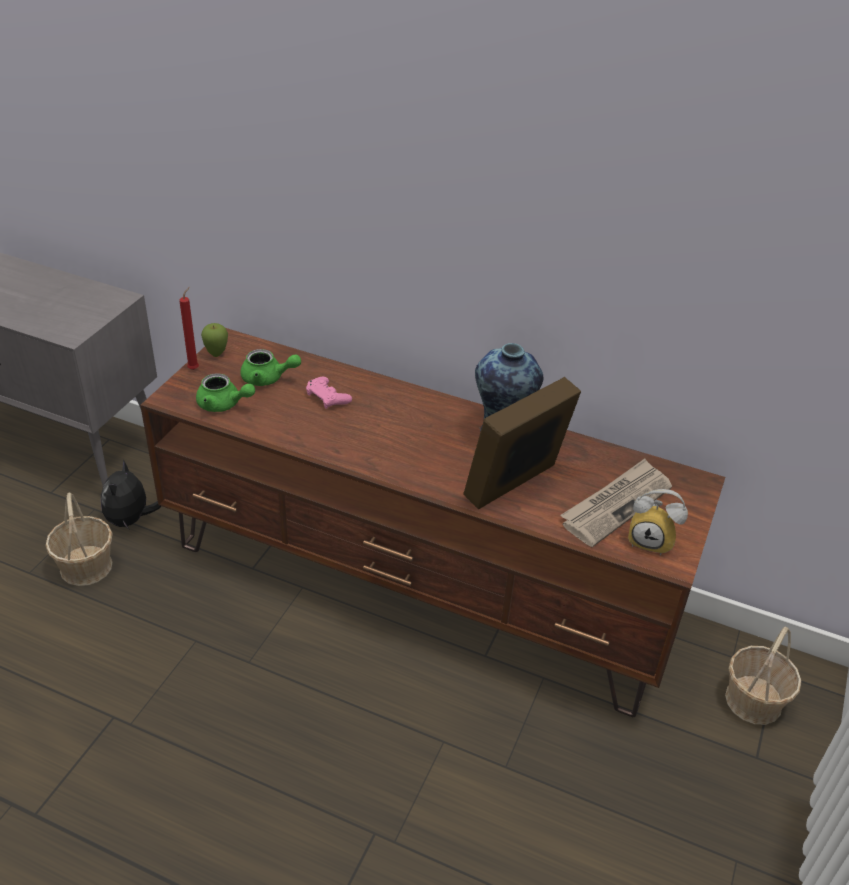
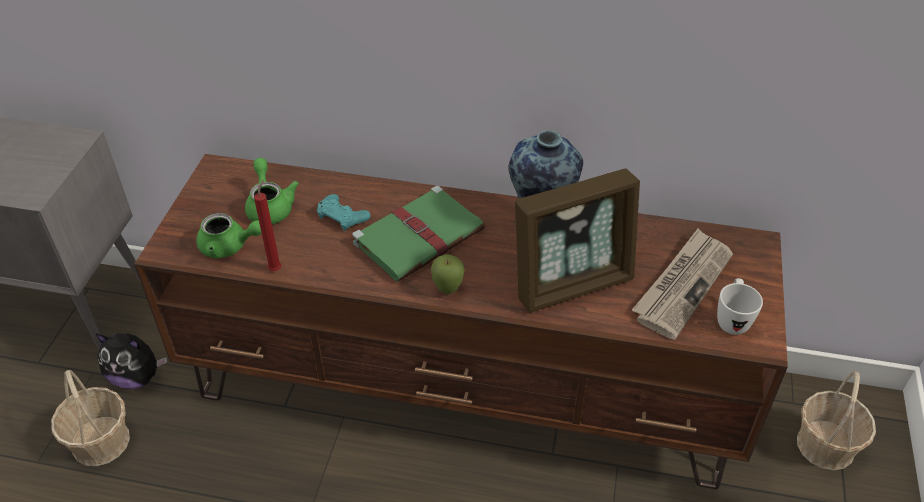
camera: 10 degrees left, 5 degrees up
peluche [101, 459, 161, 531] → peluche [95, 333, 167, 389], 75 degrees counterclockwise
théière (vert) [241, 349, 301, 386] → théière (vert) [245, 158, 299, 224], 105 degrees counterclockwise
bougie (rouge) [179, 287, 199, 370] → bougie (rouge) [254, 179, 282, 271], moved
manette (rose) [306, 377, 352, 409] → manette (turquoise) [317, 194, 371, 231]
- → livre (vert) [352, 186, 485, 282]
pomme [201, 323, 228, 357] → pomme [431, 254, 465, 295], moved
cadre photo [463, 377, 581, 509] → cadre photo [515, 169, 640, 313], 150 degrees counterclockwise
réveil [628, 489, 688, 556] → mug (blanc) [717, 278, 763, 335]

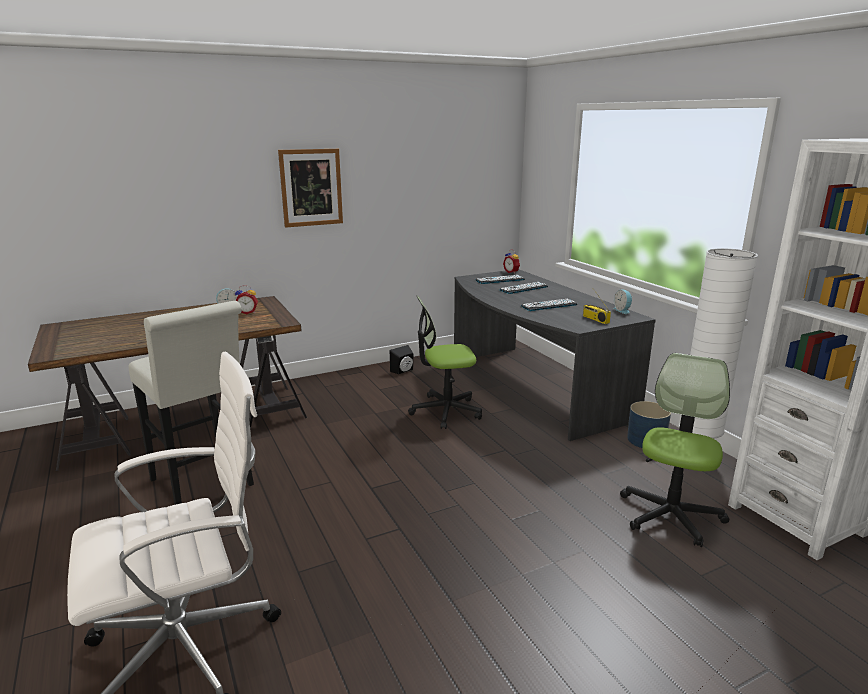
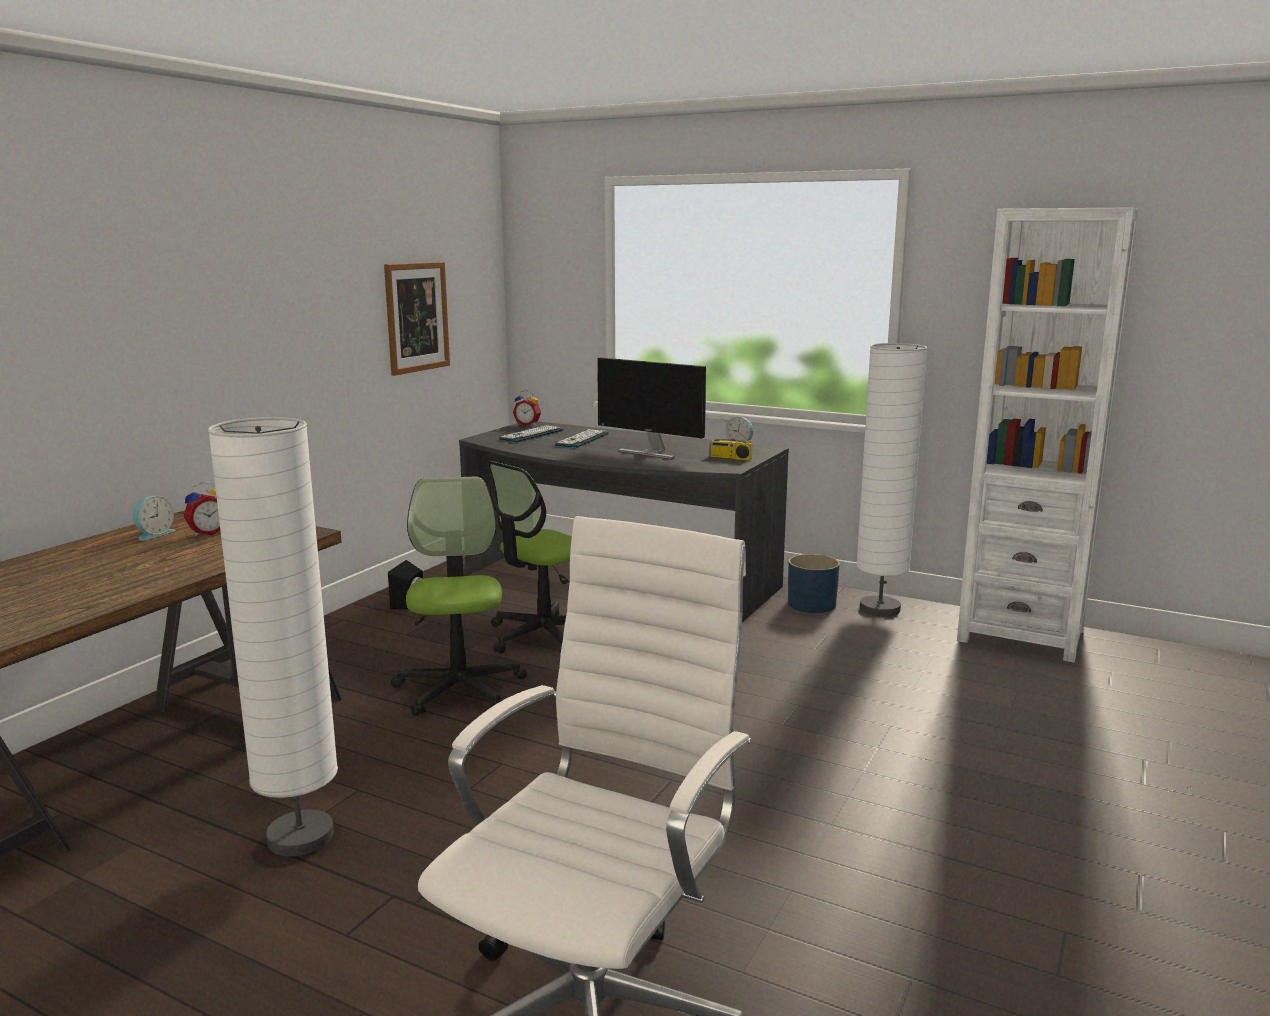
camera: 35 degrees left, 5 degrees down
tabouret (blanc) [128, 301, 254, 505] → lampadaire (blanc) [208, 417, 338, 857]
tableau [278, 149, 343, 228] → tableau [384, 262, 450, 376], moved
chaise de bureau [620, 353, 730, 547] → chaise de bureau [391, 476, 527, 716], moved
clavier [521, 299, 577, 311] → écran d'ordinateur [597, 358, 706, 459]

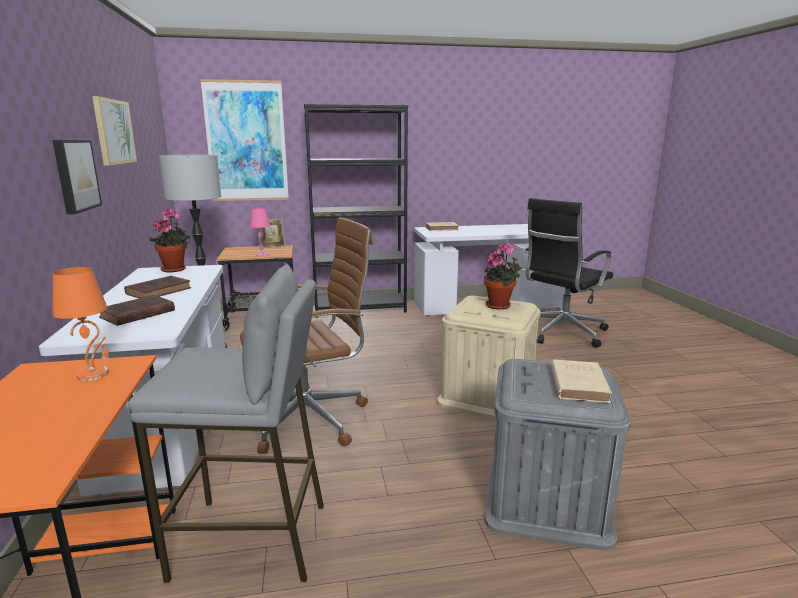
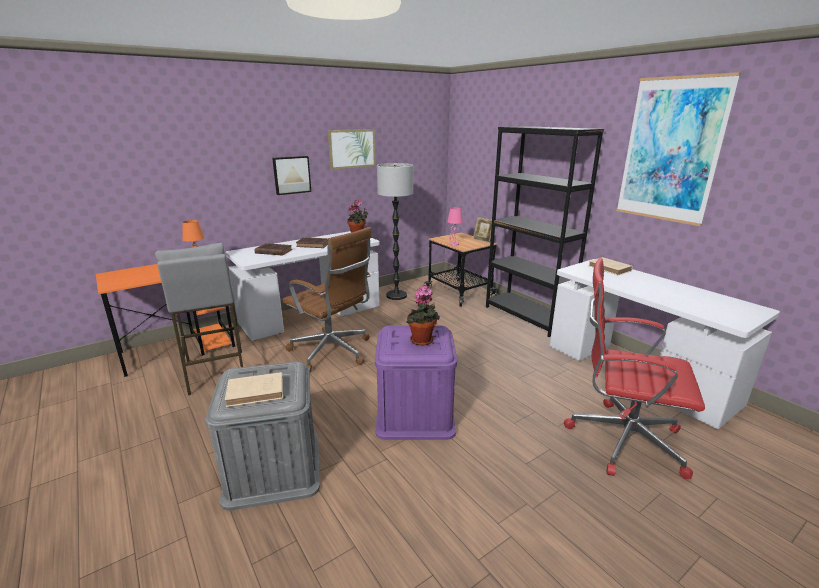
camera: 65 degrees right, 5 degrees up
boîte de rangement (beige) [437, 296, 541, 419] → boîte de rangement (violet) [375, 326, 457, 440]
chaise de bureau (noir) [524, 198, 613, 348] → chaise de bureau (rouge) [564, 258, 705, 479]
tableau [200, 79, 289, 201] → tableau [616, 72, 741, 226], moved

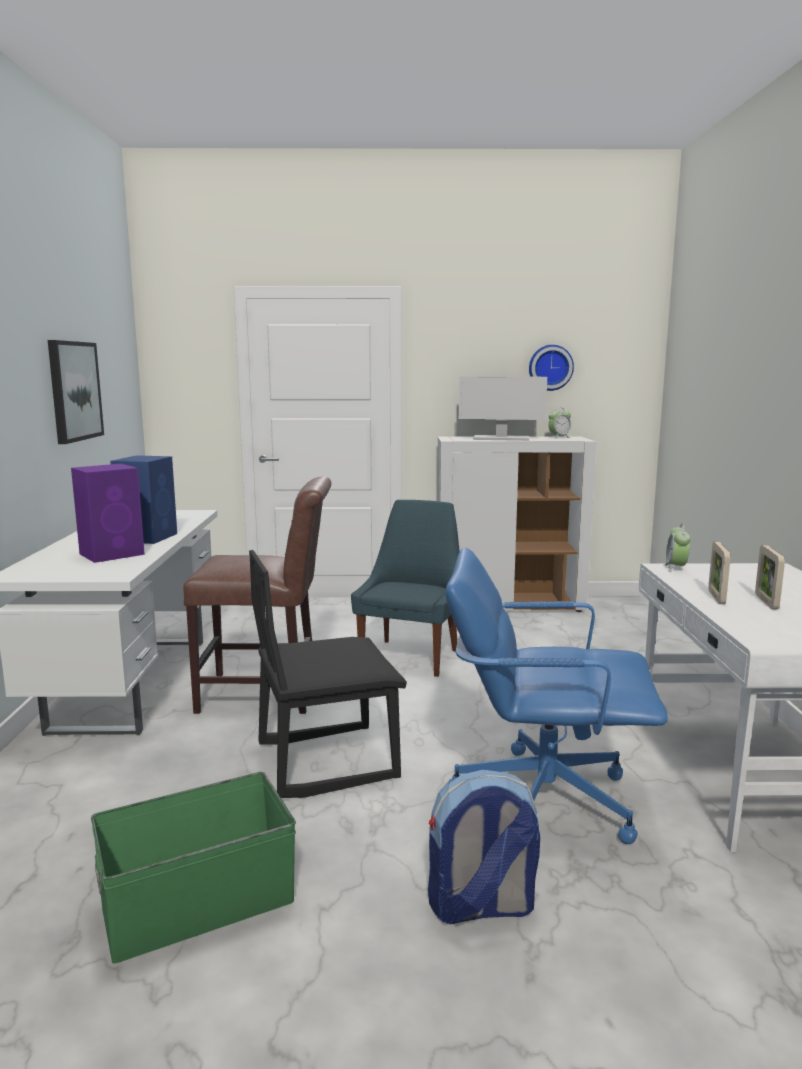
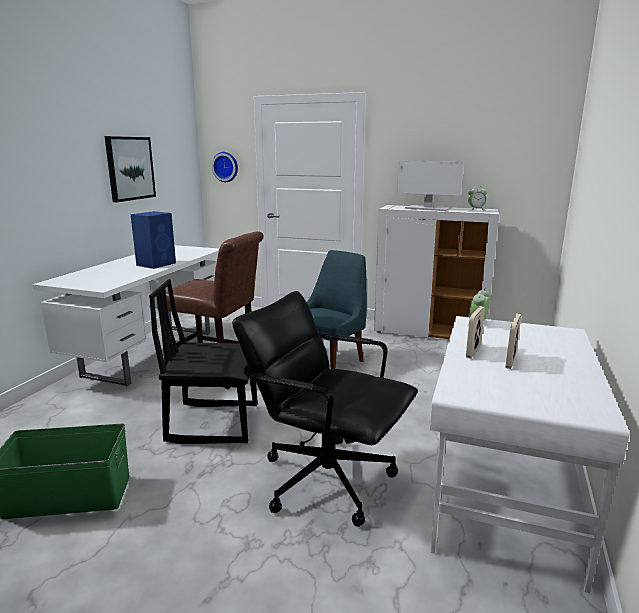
camera: 20 degrees right, 5 degrees up
horloge murale [529, 345, 574, 391] → horloge murale [212, 152, 238, 182], moved
chaise de bureau (bleu) [445, 547, 668, 844] → chaise de bureau (noir) [232, 291, 418, 527]
enceinte (violet) [71, 464, 145, 563] → -
sac à dos [428, 769, 540, 924] → -

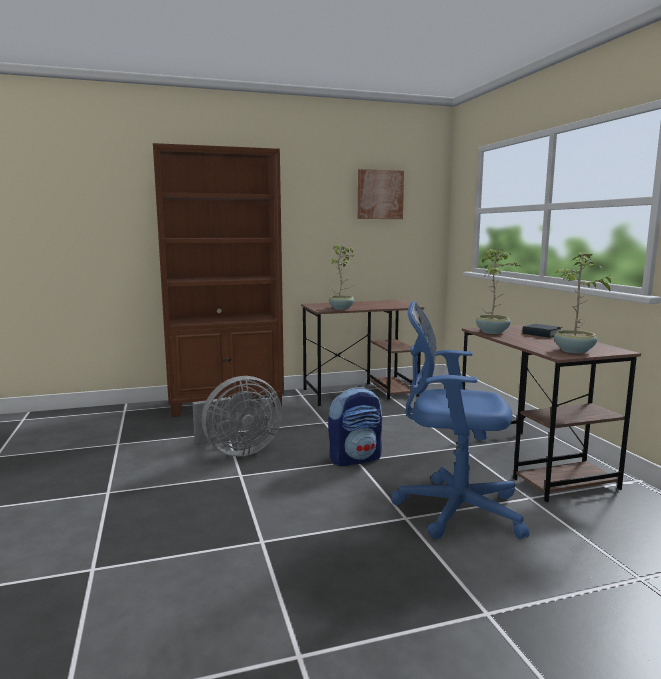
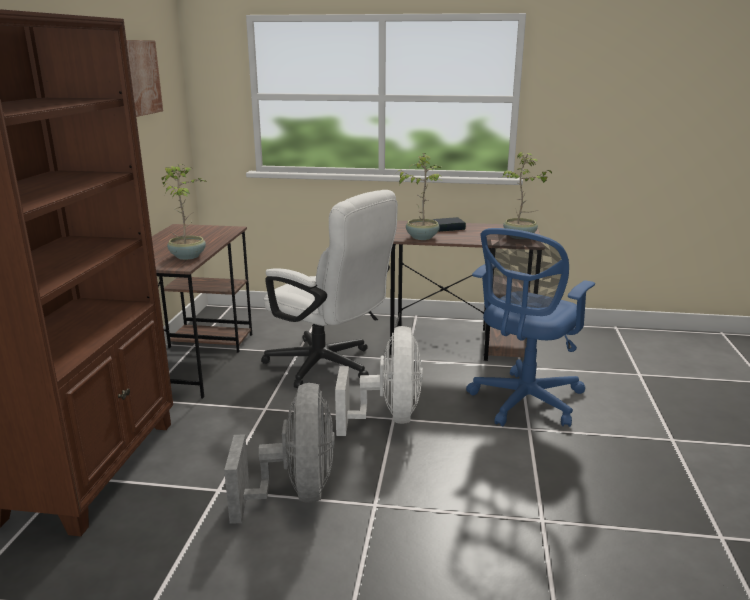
camera: 65 degrees left, 10 degrees up
- → chaise de bureau (blanc) [261, 190, 398, 388]
sac à dos [328, 387, 382, 466] → ventilateur (blanc) [335, 326, 423, 436]

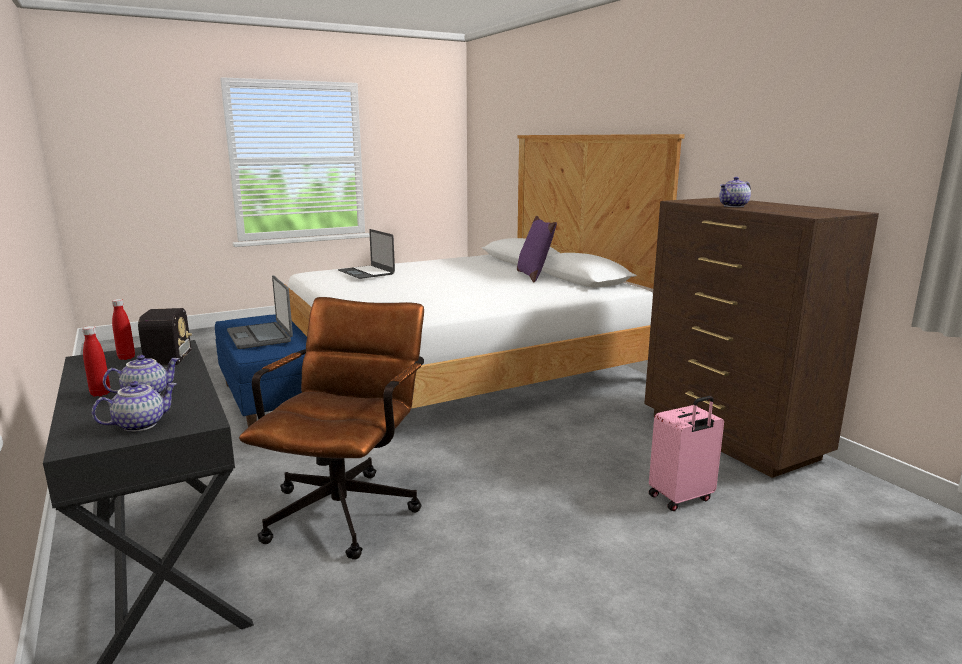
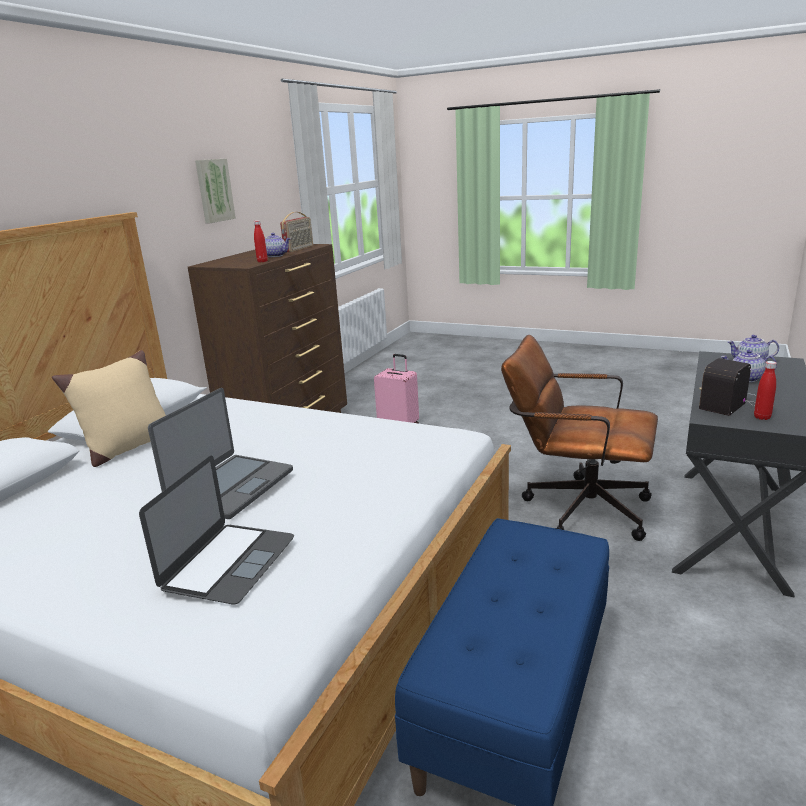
camera: 125 degrees left, 5 degrees up
coussin (violet) [517, 216, 557, 282] → coussin (beige) [52, 350, 166, 467]
ordinateur portable [227, 275, 293, 349] → ordinateur portable [148, 388, 293, 519], moved
- → tableau [195, 158, 236, 223]
bouteille (rouge) [82, 326, 110, 397] → bouteille (rouge) [254, 220, 268, 262], moved
- → radio [280, 212, 313, 252]
chaise de bureau (marron) [239, 297, 424, 560] → chaise de bureau (marron) [501, 335, 658, 541], 45 degrees clockwise

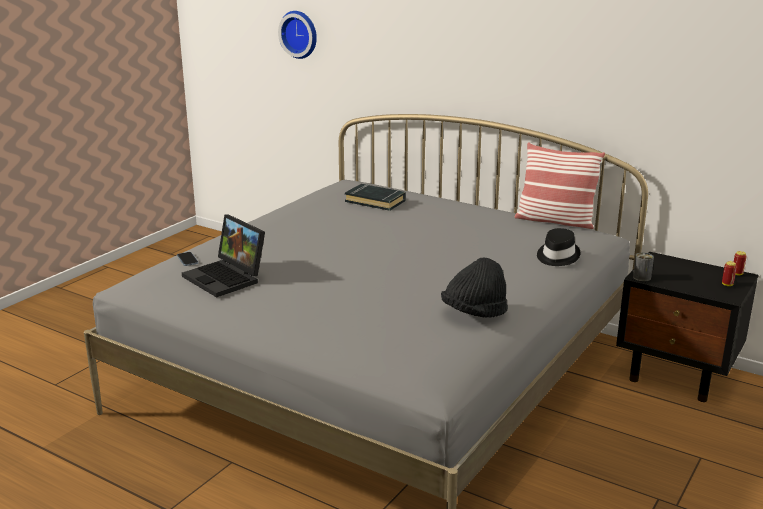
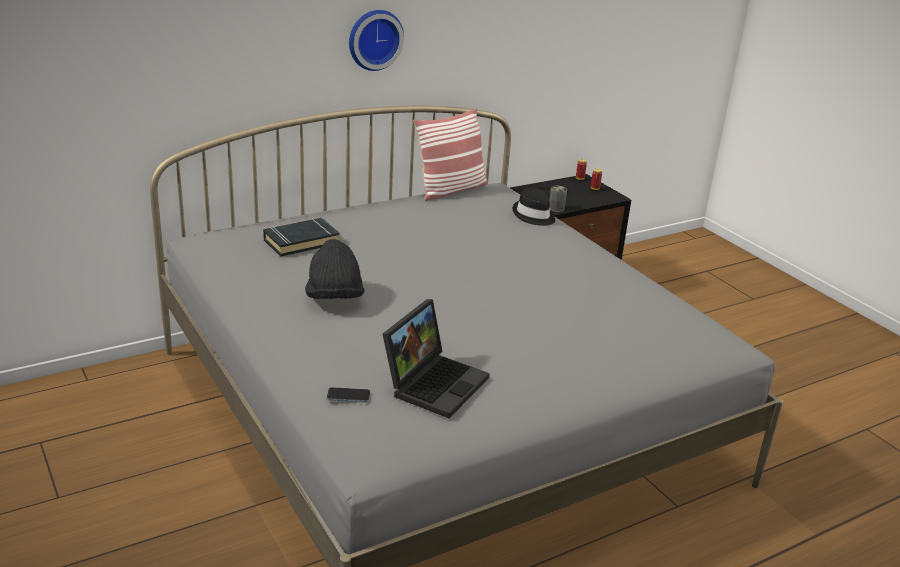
camera: 65 degrees left, 5 degrees up
chapeau (noir) [441, 257, 508, 318] → chapeau (noir) [305, 239, 365, 299], moved
horloge murale [278, 11, 317, 59] → horloge murale [349, 10, 404, 71], moved
ordinateur portable [182, 215, 265, 298] → ordinateur portable [383, 299, 490, 418], 45 degrees counterclockwise

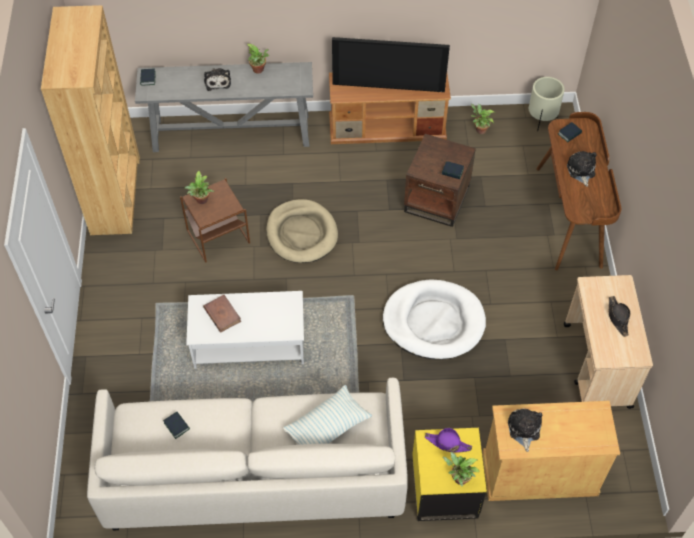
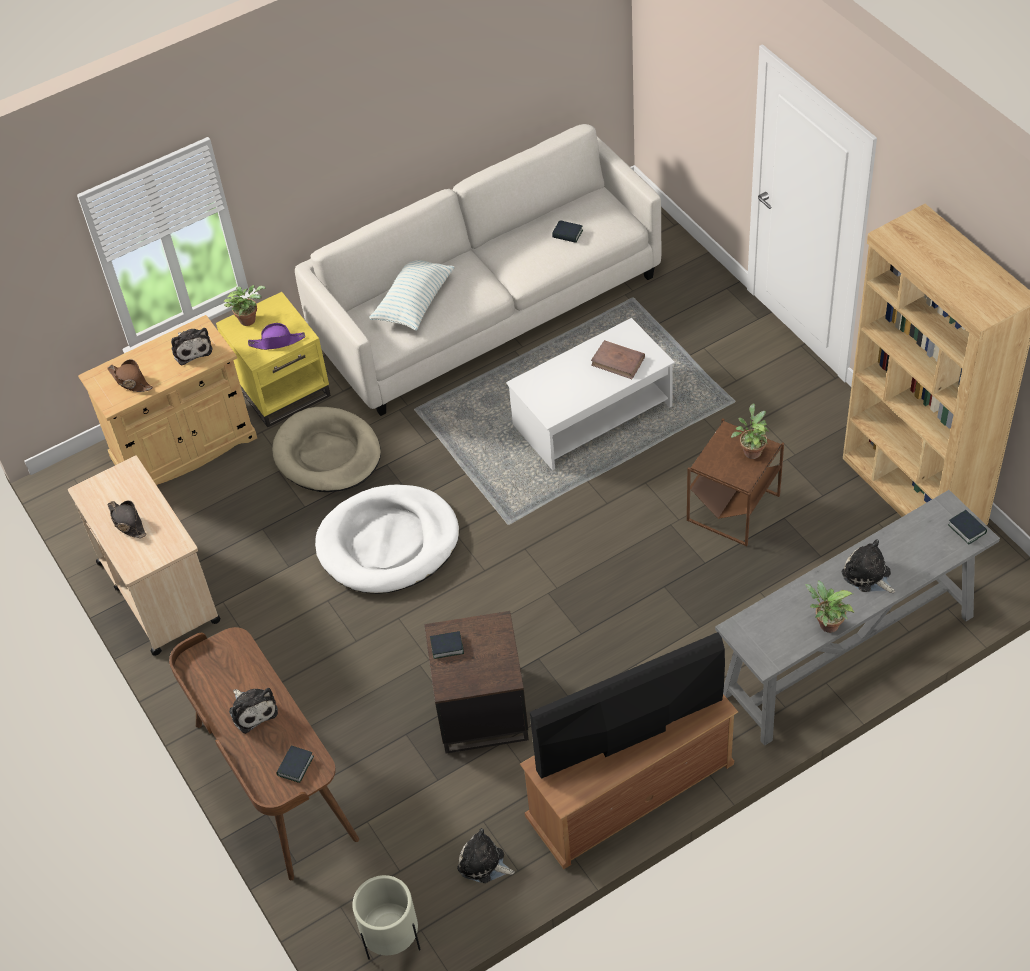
camera: 155 degrees right, 5 degrees down
- → chapeau (marron) [107, 359, 153, 392]
panier pour chien (beige) [266, 199, 338, 263] → panier pour chien (beige) [272, 407, 381, 492], moved
plante en pot [471, 104, 495, 134] → peluche [457, 828, 515, 883]

